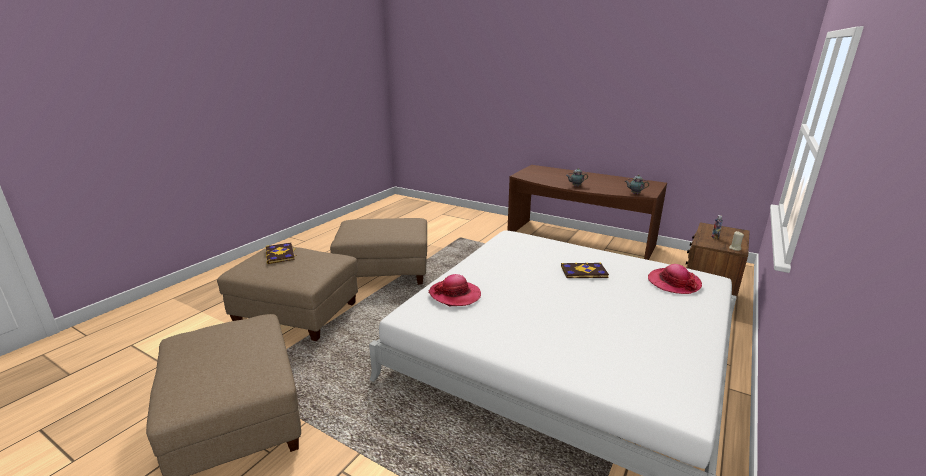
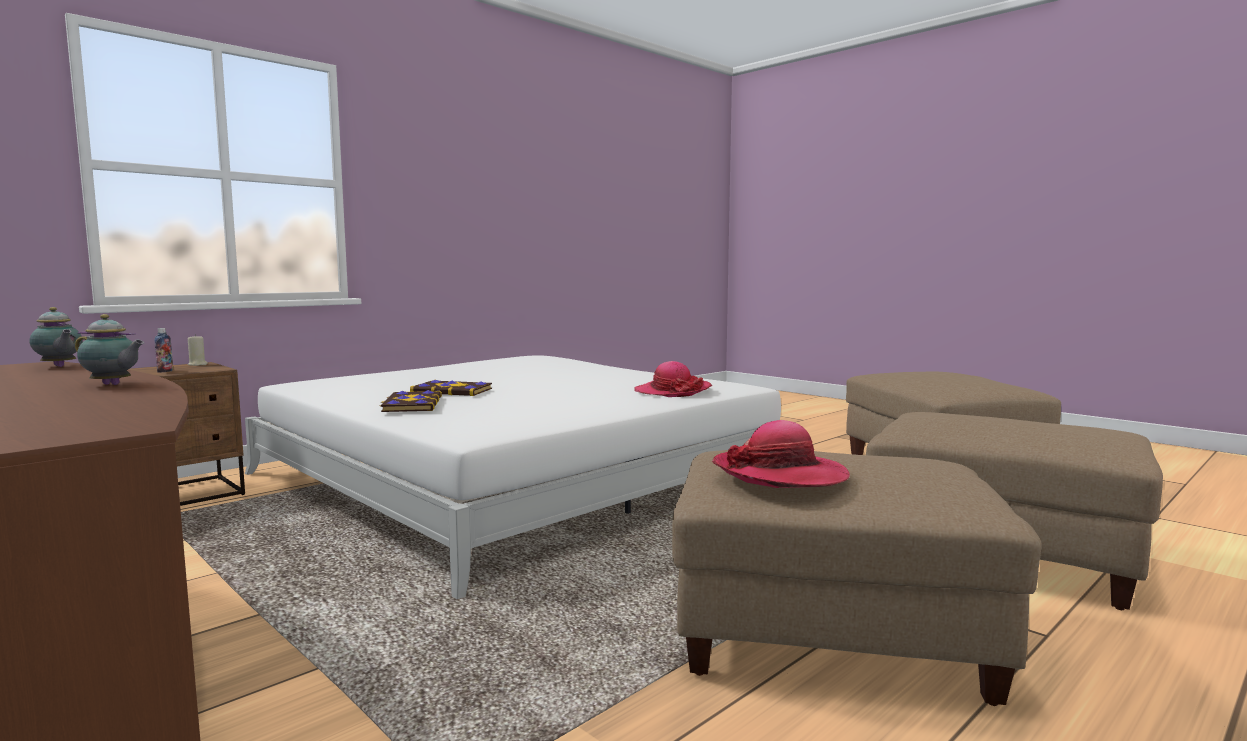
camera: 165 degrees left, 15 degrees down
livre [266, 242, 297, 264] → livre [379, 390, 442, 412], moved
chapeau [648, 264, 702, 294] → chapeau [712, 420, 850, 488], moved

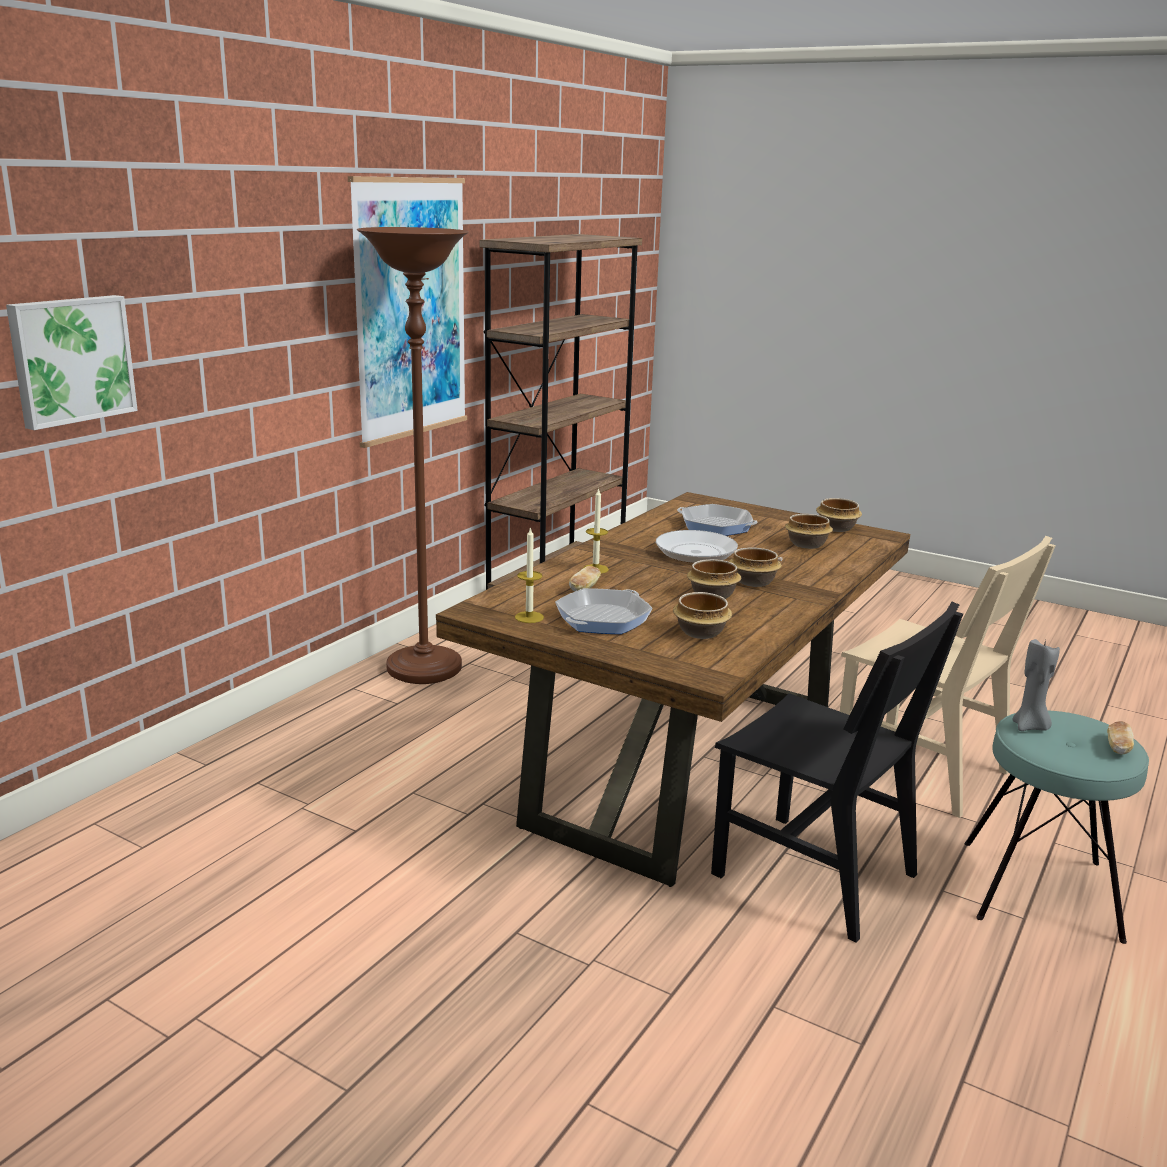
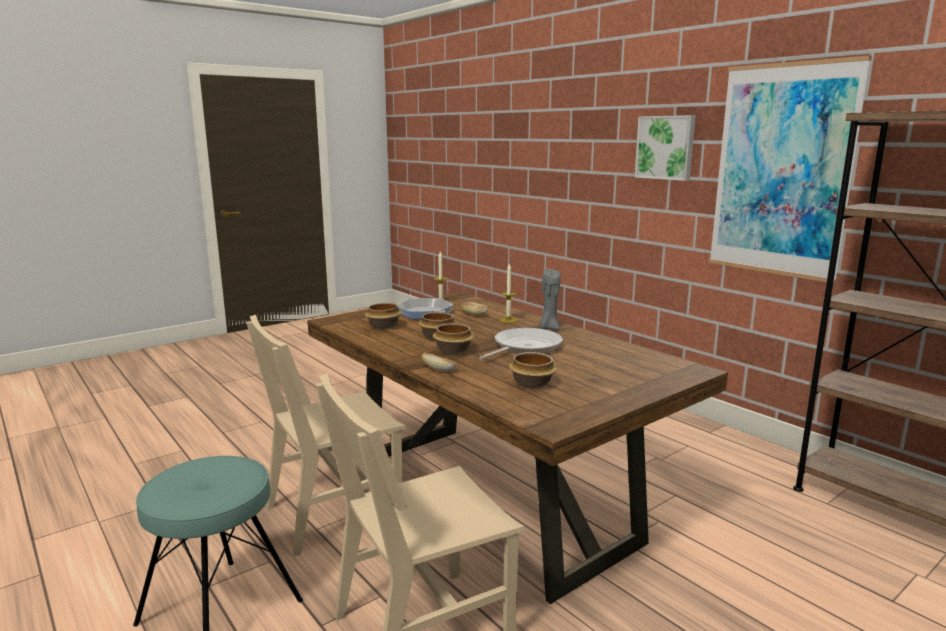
camera: 110 degrees right, 5 degrees down
chaise (noir) [711, 602, 963, 943] → chaise (beige) [246, 315, 406, 557]
pain [1107, 721, 1134, 754] → pain [421, 353, 456, 372], moved
bougie (gris) [1013, 639, 1060, 731] → bougie (gris) [540, 269, 561, 330], moved
tableau [6, 295, 138, 430] → tableau [634, 115, 696, 181], moved
lampadaire (marron) [357, 227, 469, 684] → -
poêle [677, 504, 758, 536] → -
bol [816, 498, 862, 532] → -

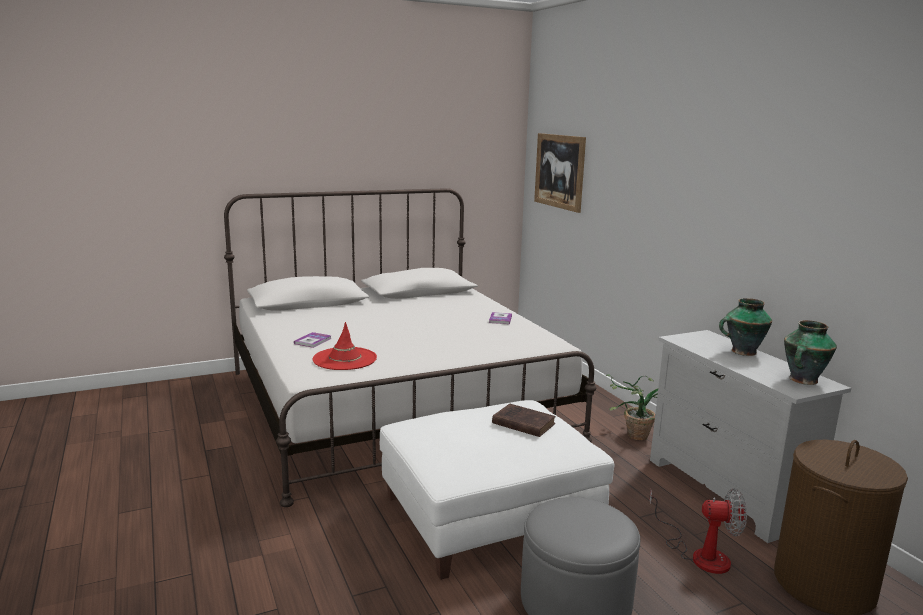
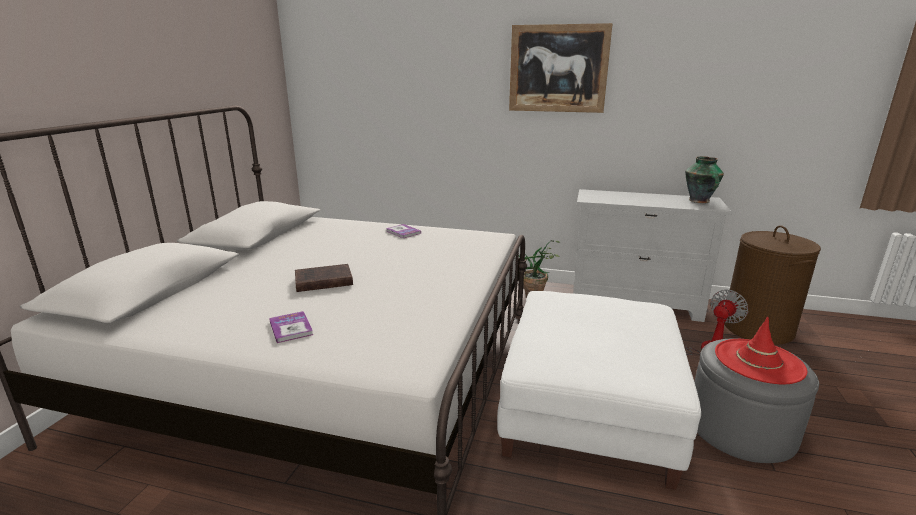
camera: 50 degrees left, 5 degrees up
livre (marron) [492, 404, 556, 437] → livre (marron) [295, 264, 353, 292], moved
tableau [534, 133, 586, 213] → tableau [509, 23, 613, 113], moved
chapeau (rouge) [312, 322, 377, 370] → chapeau (rouge) [715, 317, 808, 384], moved
vase [719, 298, 772, 356] → -

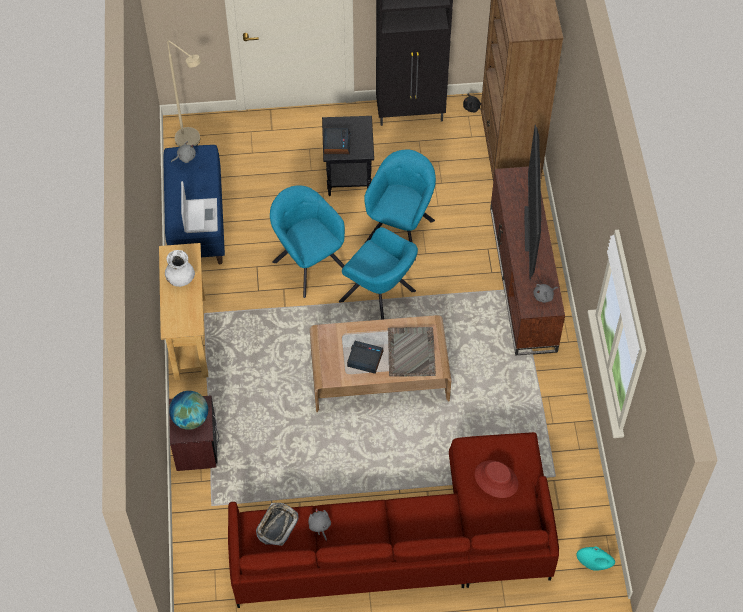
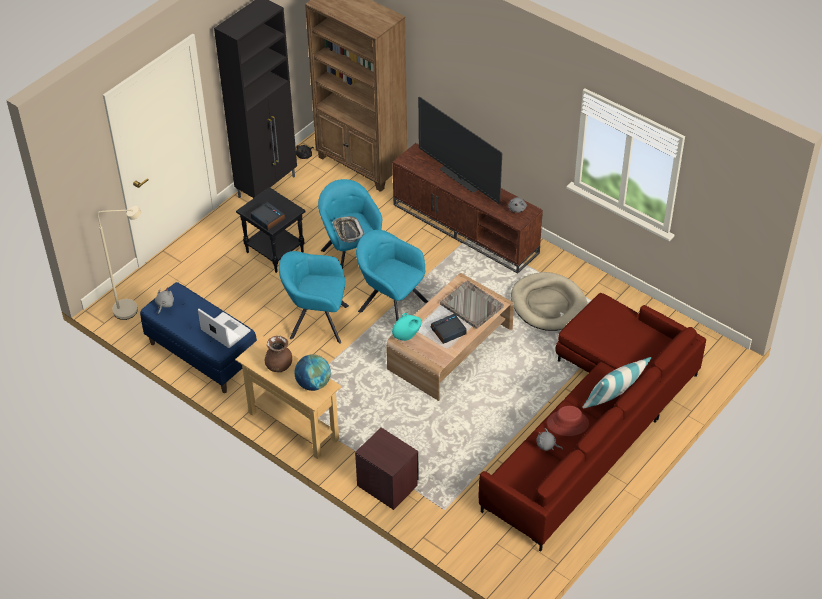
camera: 45 degrees left, 10 degrees down
vase (blanc) [165, 250, 195, 287] → vase (marron) [265, 336, 292, 372]
globe [169, 391, 208, 430] → globe [294, 354, 331, 391], moved
plateau [256, 503, 299, 546] → plateau [332, 216, 364, 243], moved
fauteuil (turquoise) [339, 227, 418, 320] → fauteuil (turquoise) [356, 230, 429, 322], 135 degrees counterclockwise
vase (turquoise) [576, 546, 615, 571] → vase (turquoise) [392, 313, 422, 341], moved
- → panier pour chien (beige) [511, 272, 587, 331]
chapeau (rouge) [475, 460, 518, 498] → chapeau (rouge) [547, 406, 589, 436], moved
- → coussin [582, 357, 651, 408]

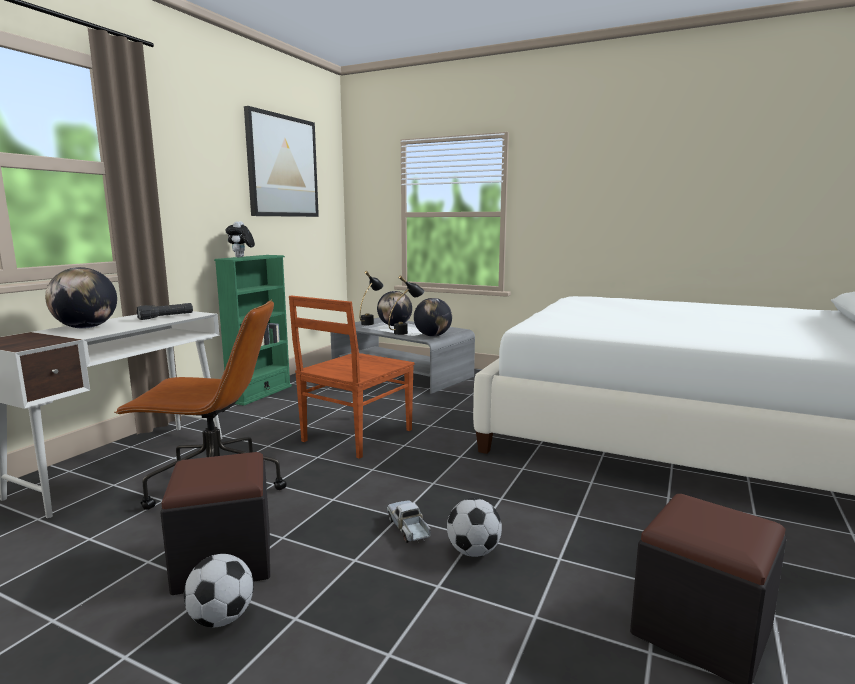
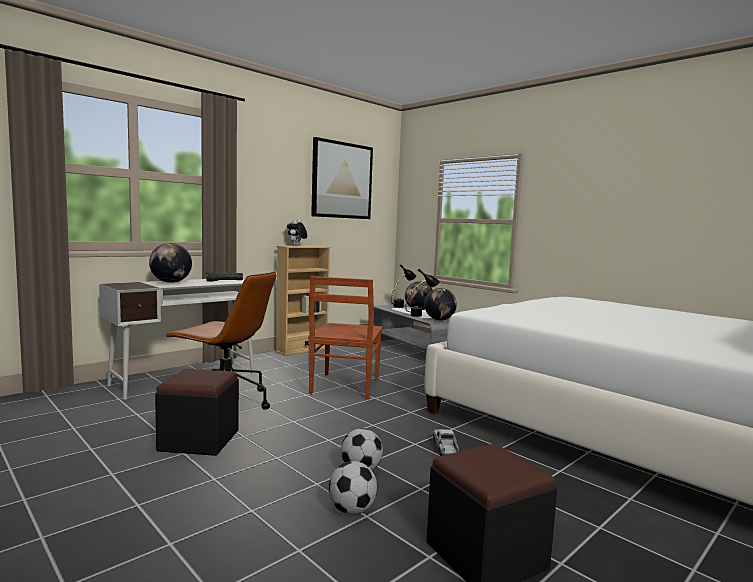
camera: 20 degrees right, 5 degrees down
bibliothèque (vert) [214, 255, 292, 406] → bibliothèque (beige) [275, 246, 331, 356]
chaise (marron) [289, 296, 415, 459] → chaise (marron) [308, 276, 383, 399], 45 degrees counterclockwise
ballon de foot [184, 554, 254, 627] → ballon de foot [329, 461, 377, 515], moved
camion jouet [387, 500, 431, 543] → camion jouet [433, 429, 459, 456], moved

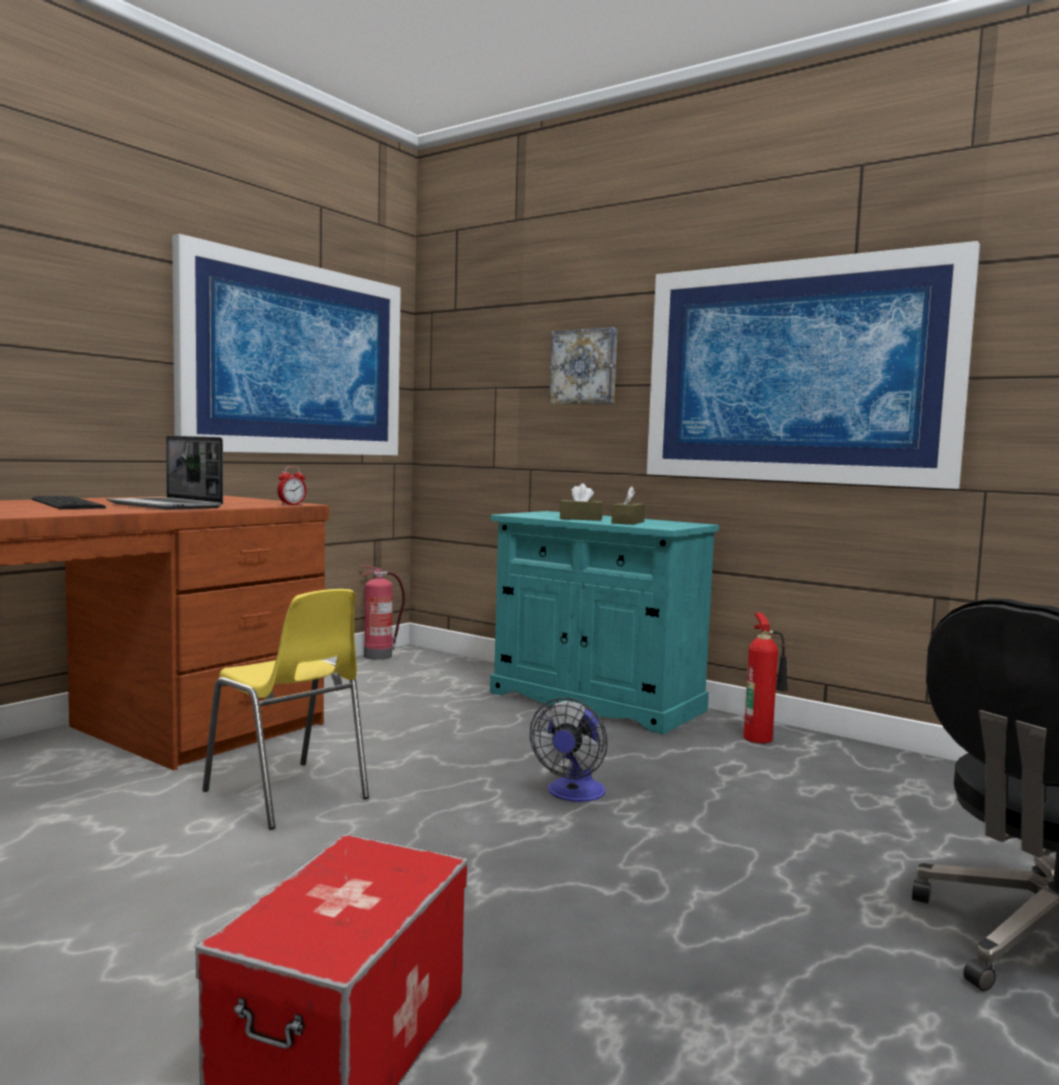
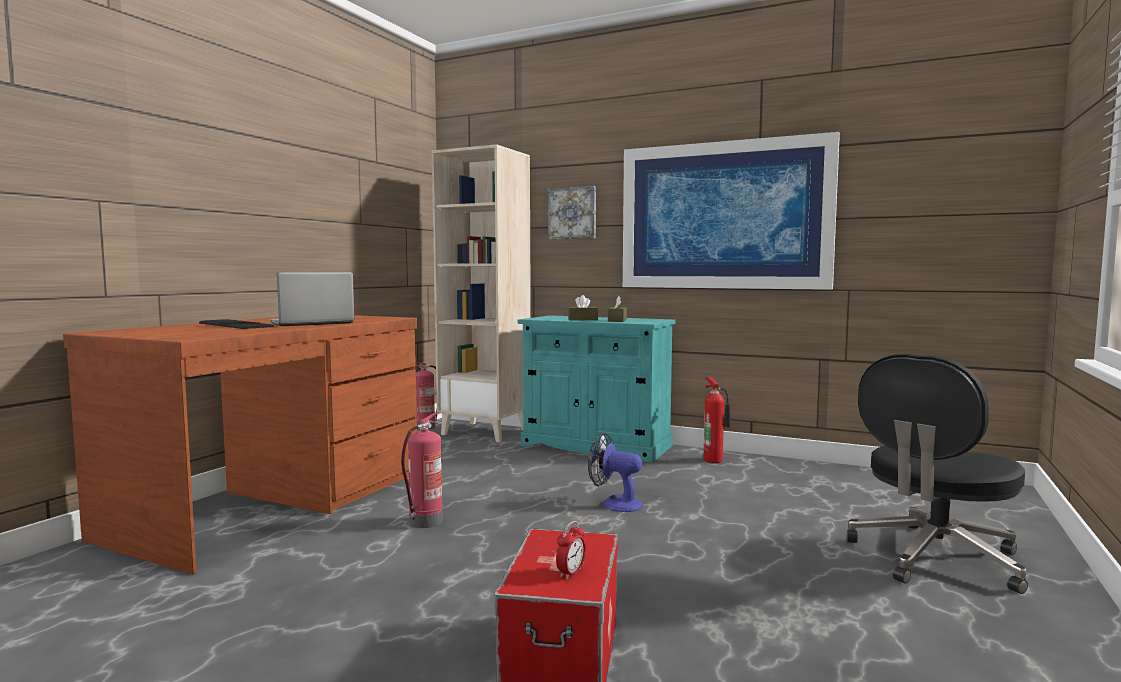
camera: 10 degrees left, 0 degrees up
ordinateur portable [106, 436, 223, 510] → ordinateur portable [269, 272, 355, 326], 120 degrees clockwise
chaise (jaune) [202, 589, 369, 830] → extincteur [401, 412, 443, 528]
- → bibliothèque (beige) [432, 144, 531, 442]
réveil [277, 466, 306, 506] → réveil [556, 521, 586, 579], moved
ventilateur [530, 698, 608, 802] → ventilateur [588, 433, 643, 512], 105 degrees clockwise
tableau [172, 234, 401, 455] → -

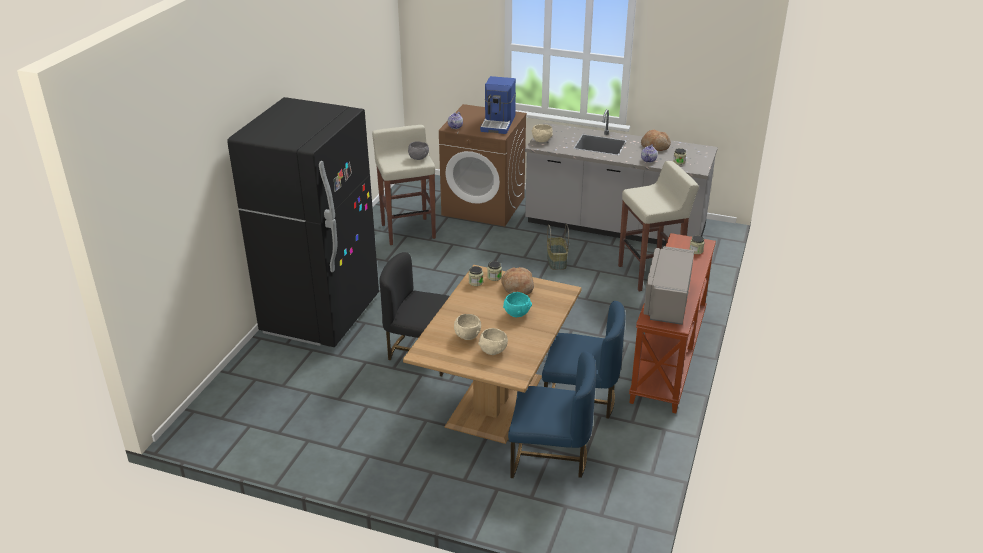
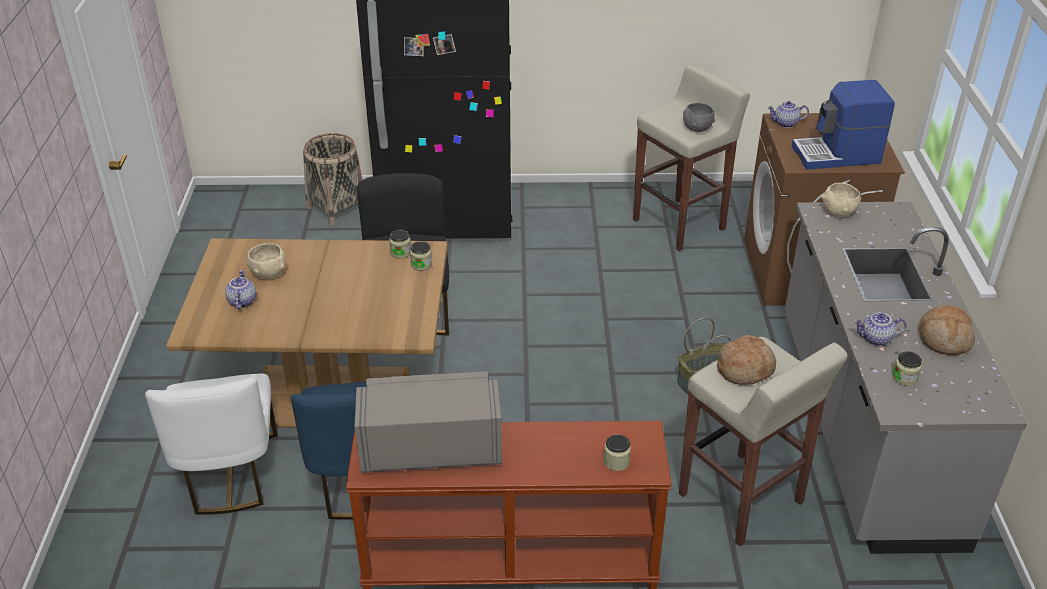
camera: 70 degrees right, 5 degrees up
chaise (bleu) [508, 351, 597, 478] → chaise (blanc) [145, 374, 278, 514]
bol (beige) [478, 328, 508, 355] → théière [225, 270, 256, 309]
- → panier [303, 133, 363, 226]
pain [501, 267, 534, 295] → pain [717, 335, 776, 385], moved
bol (turquoise) [503, 292, 532, 317] → -

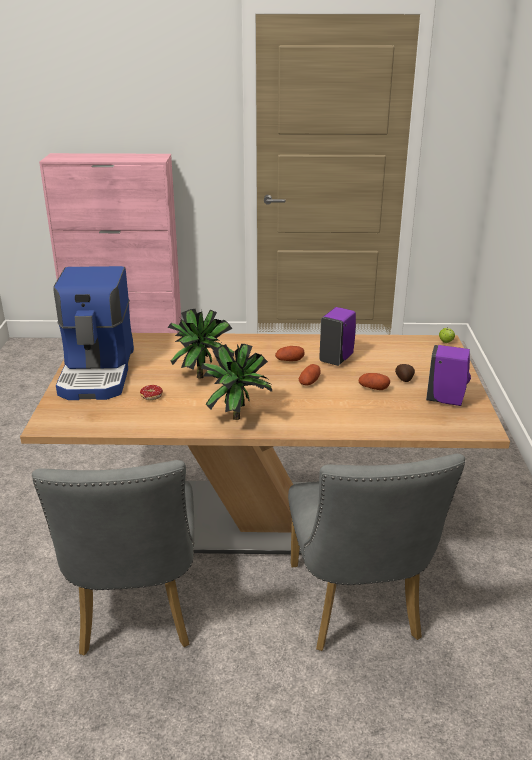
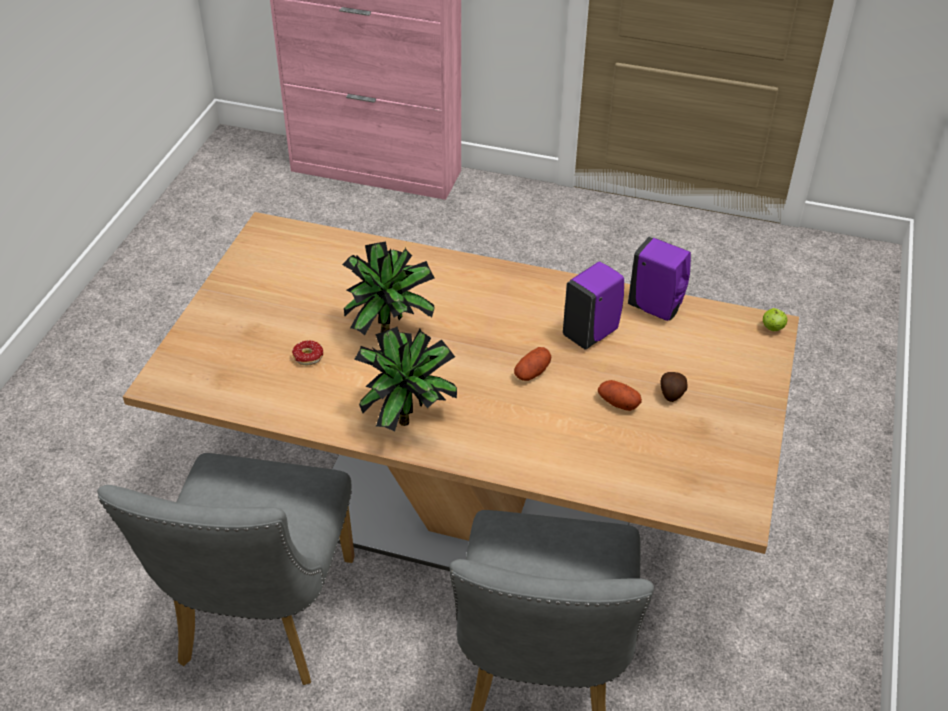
camera: 15 degrees right, 15 degrees up
distributeur de savon (violet) [426, 345, 471, 406] → distributeur de savon (violet) [628, 237, 691, 321], moved
machine à café [53, 266, 134, 400] → -
pomme de terre [275, 346, 305, 361] → -

